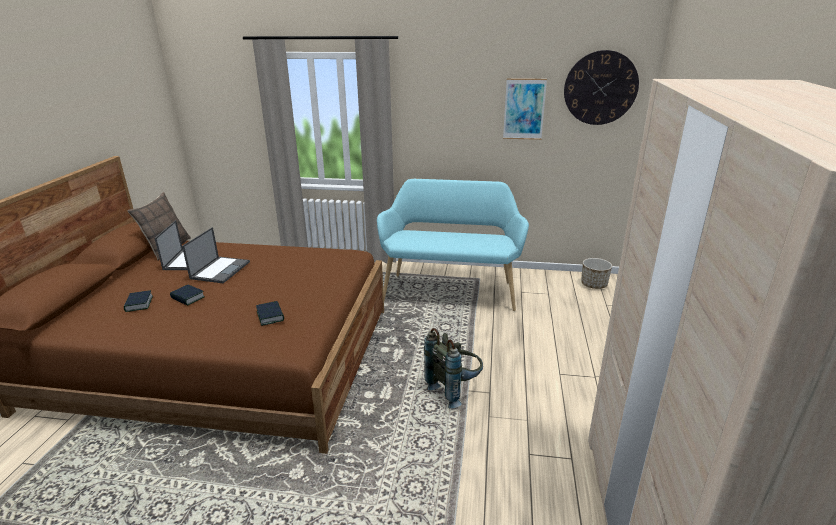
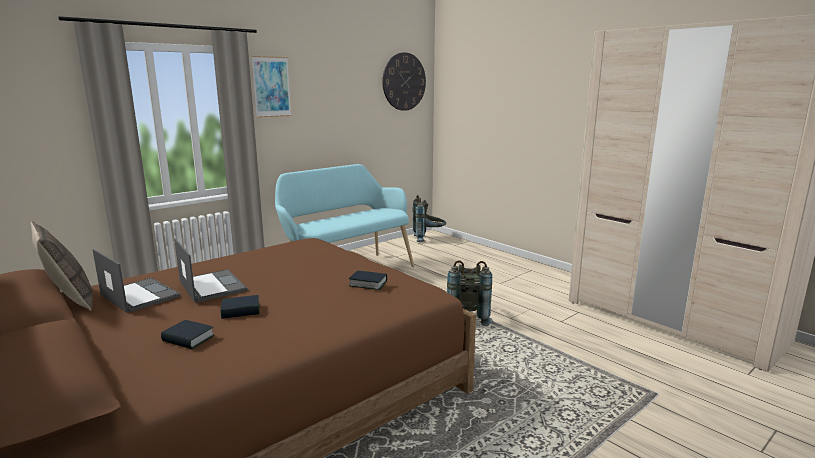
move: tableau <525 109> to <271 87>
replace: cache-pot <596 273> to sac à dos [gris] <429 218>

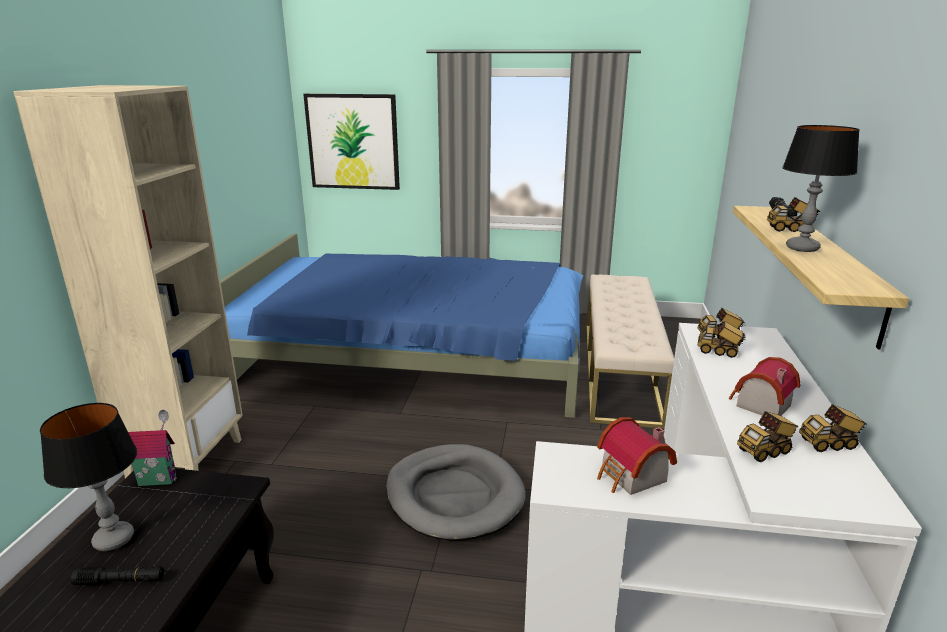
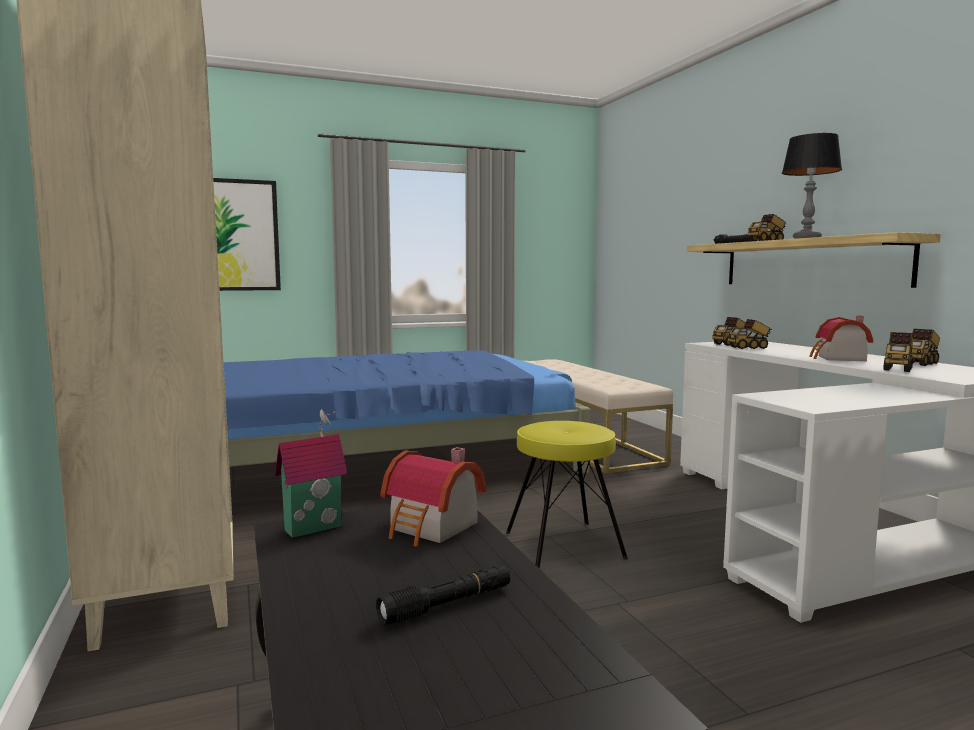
delete: lampe de table <88 477>
move: maison miniature <637 456> to <434 497>
replace: panier pour chien [gris] <456 492> to tabouret [jaune] <567 495>

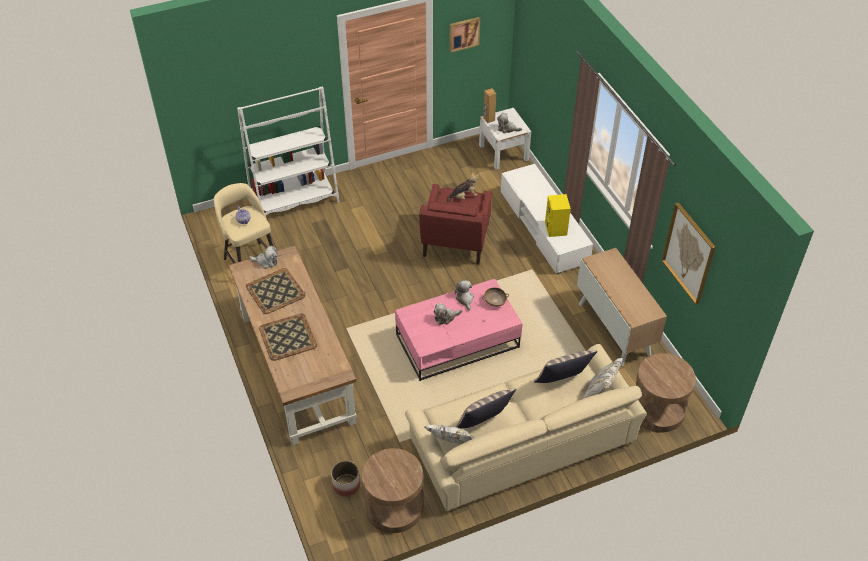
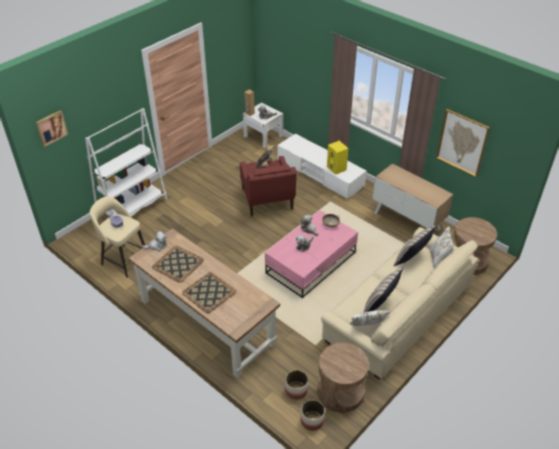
insert: cache-pot <313 415>
move: tableau <464 35> to <52 128>

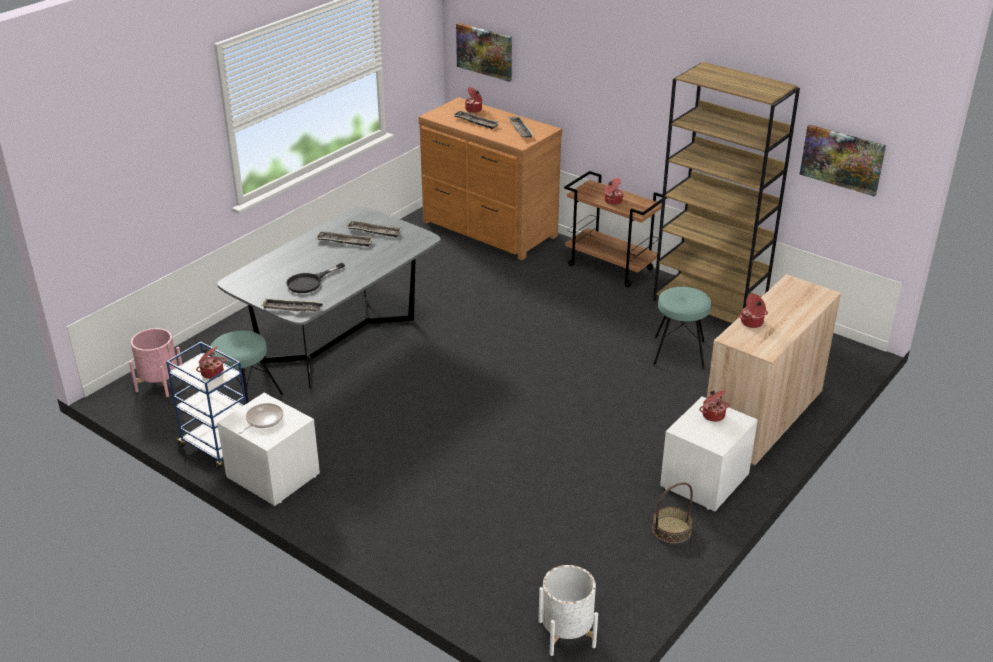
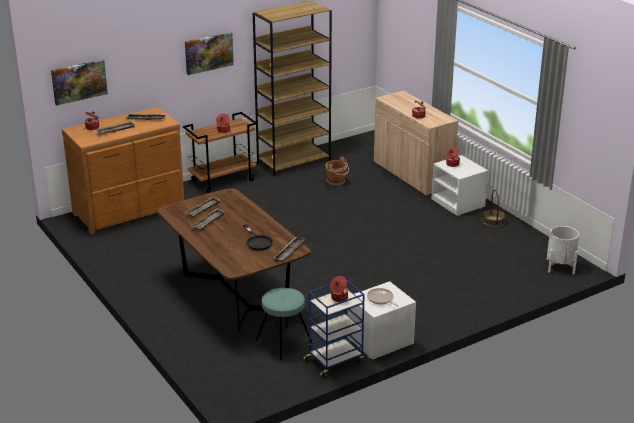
delete: cache-pot [rose] <155 362>
move: tableau <842 160> to <209 53>
replace: tabouret [turquoise] <682 328> to seau [marron] <337 171>
recolor: table à manger [gris] <329 298> to table à manger [marron] <234 259>

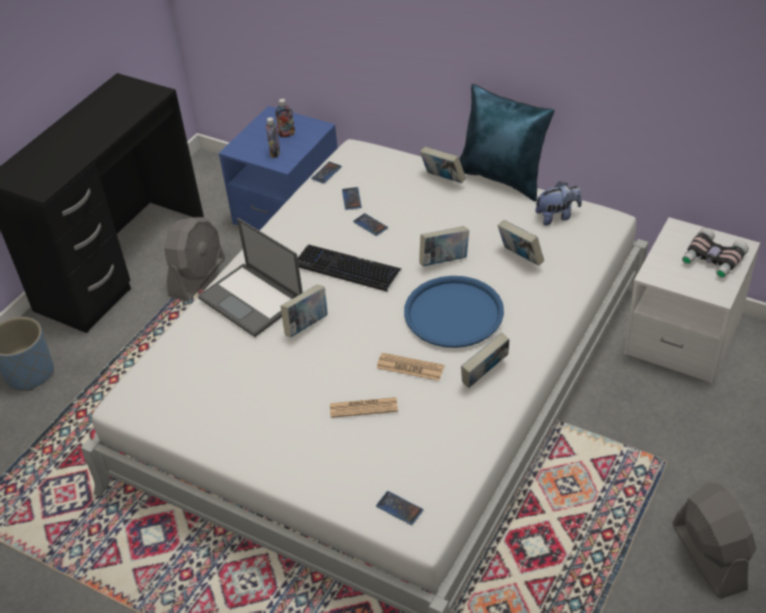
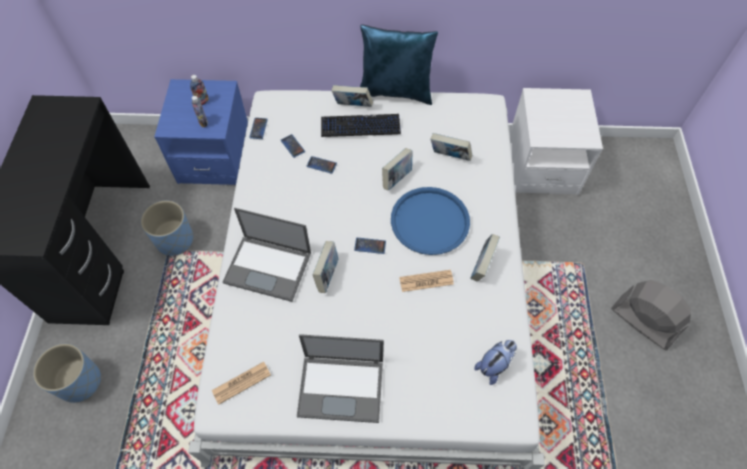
delete: jumelles <715 253>
insert: ordinateur portable <340 378>
move: journal <364 407> to <241 383>; clavier <349 268> to <361 125>; téléphone <399 508> to <370 246>; peluche <558 203> to <496 362>
replace: ventilateur [gris] <194 259> to cache-pot [bleu] <167 228>

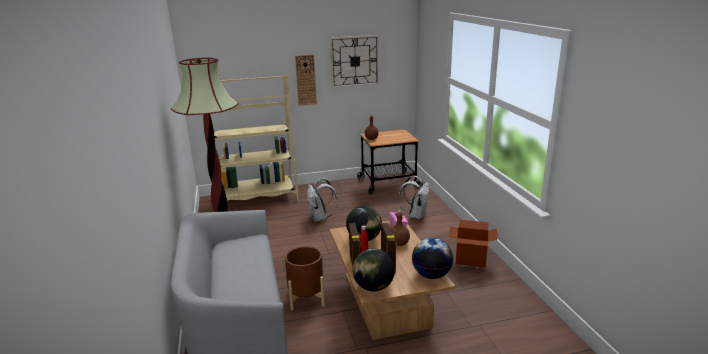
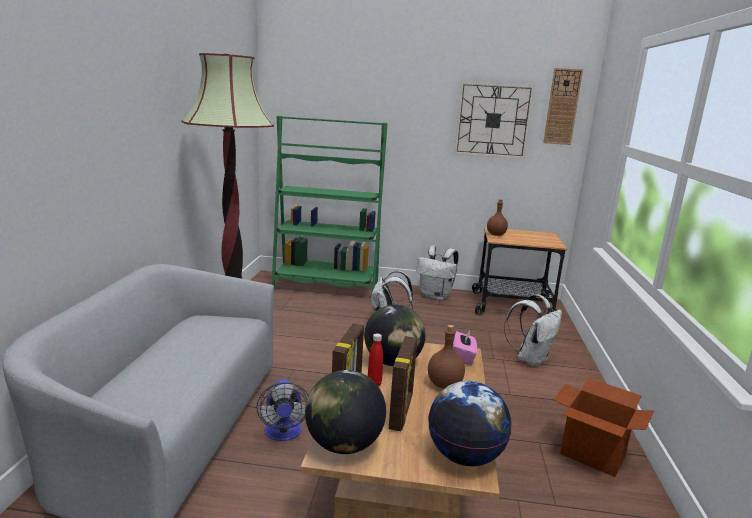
insert: sac à dos [blanc] <437 273>
move: horloge murale <306 80> to <563 106>
replace: cache-pot [marron] <305 278> to ventilateur <283 410>
recolor: bibliothèque [beige] <254 138> to bibliothèque [vert] <329 203>

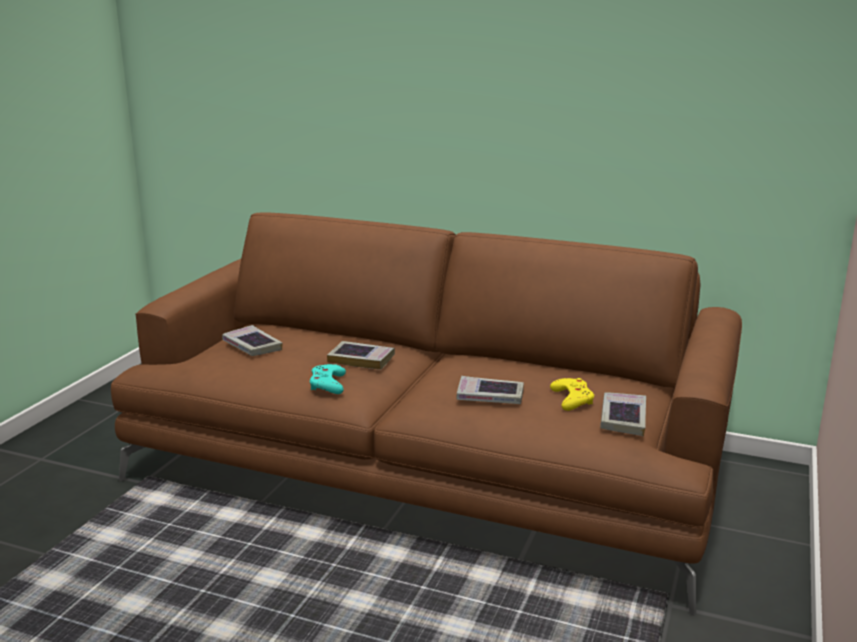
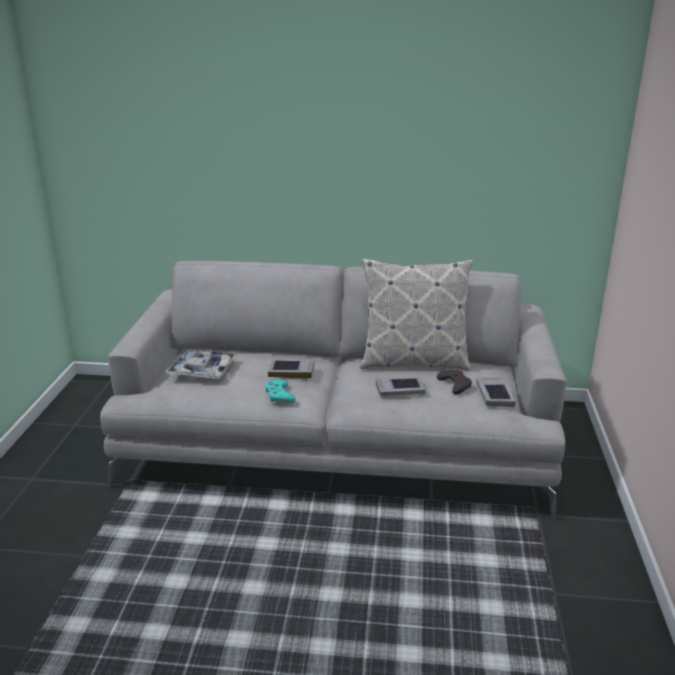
insert: coussin <416 315>
replace: livre <252 340> to plateau <201 364>
recolor: canapé [marron] <426 414> to canapé [gris] <333 390>; manette [jaune] <572 394> to manette [gris] <454 382>

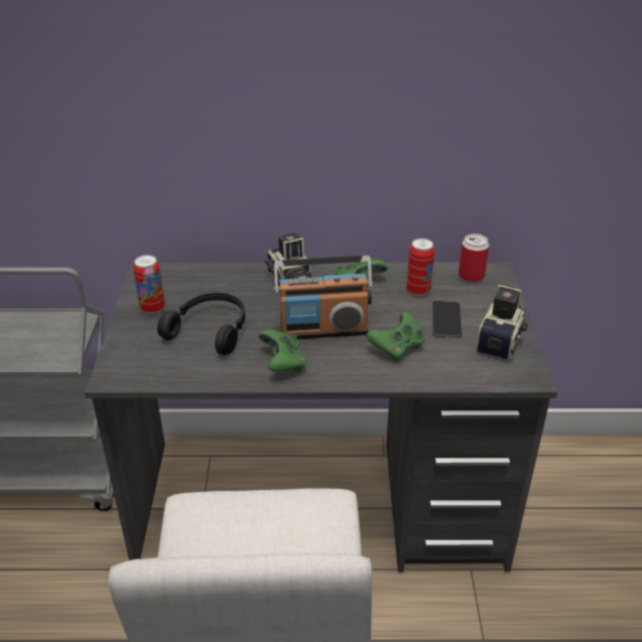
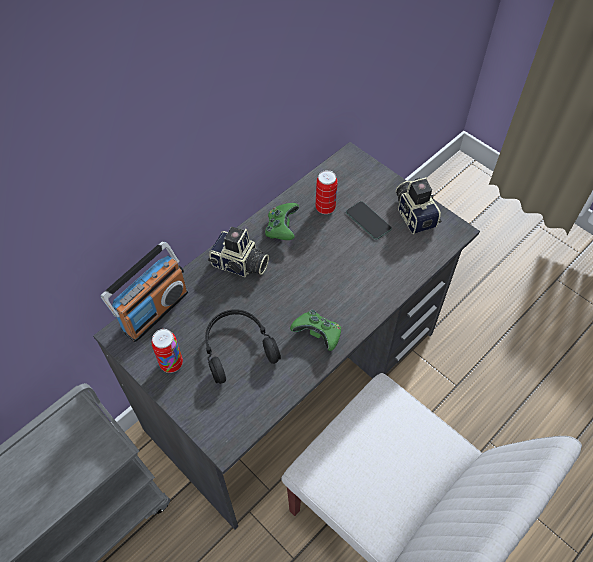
delete: manette [vert] <395 336>; boîte métallique <473 258>
move: radio <323 297> to <144 291>

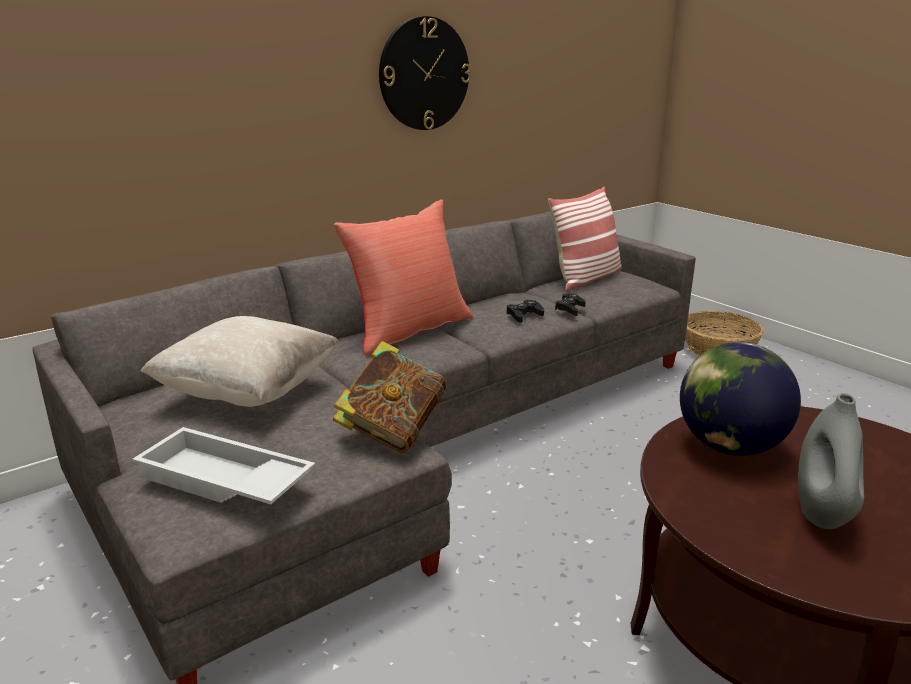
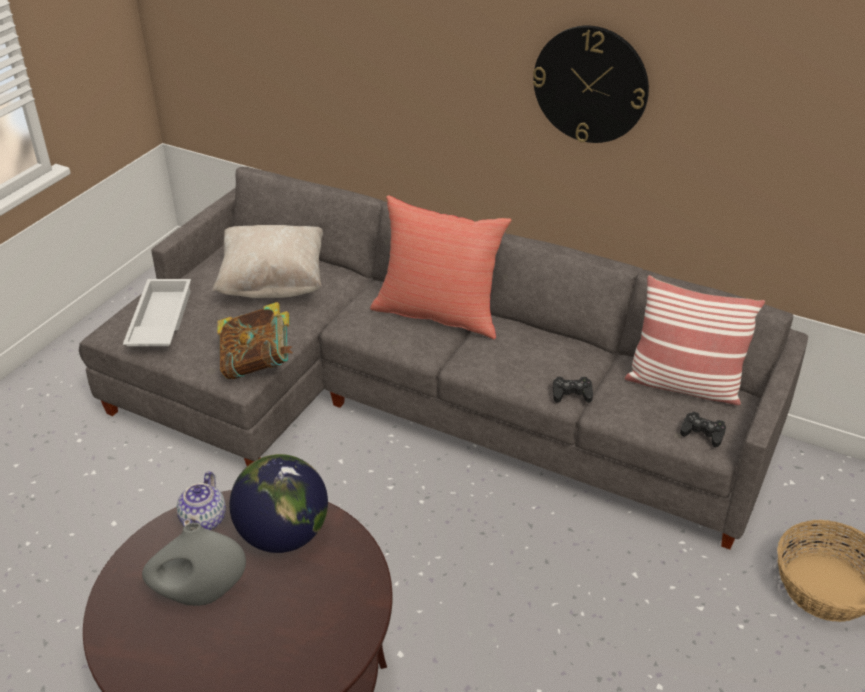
insert: théière <201 500>
move: manette [noir] <525 311> to <703 430>

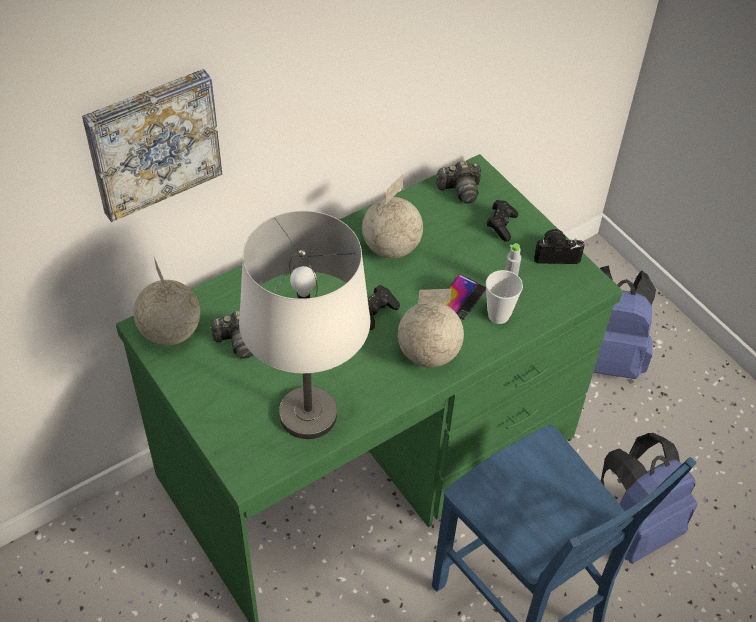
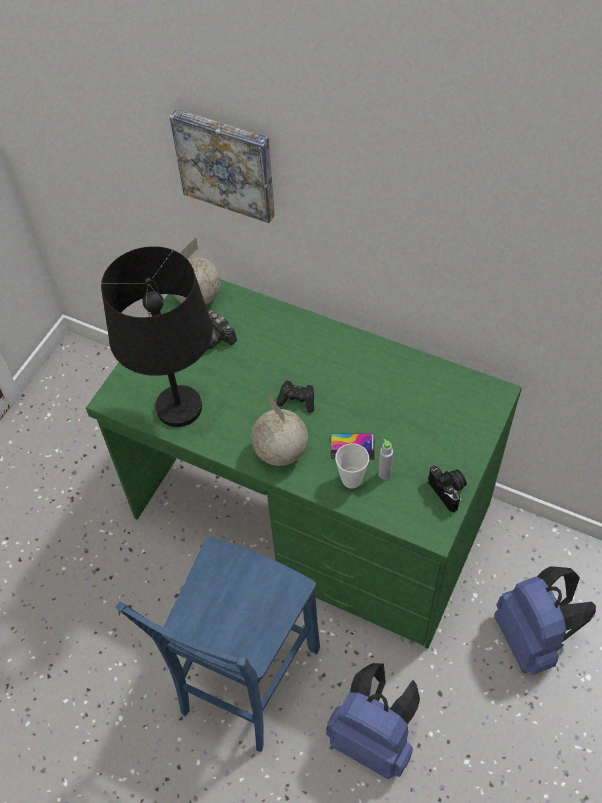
delete: globe <392 215>; appareil photo <458 182>; manette [noir] <502 221>
recolor: lampe de table [blanc] <304 325> to lampe de table [noir] <157 336>

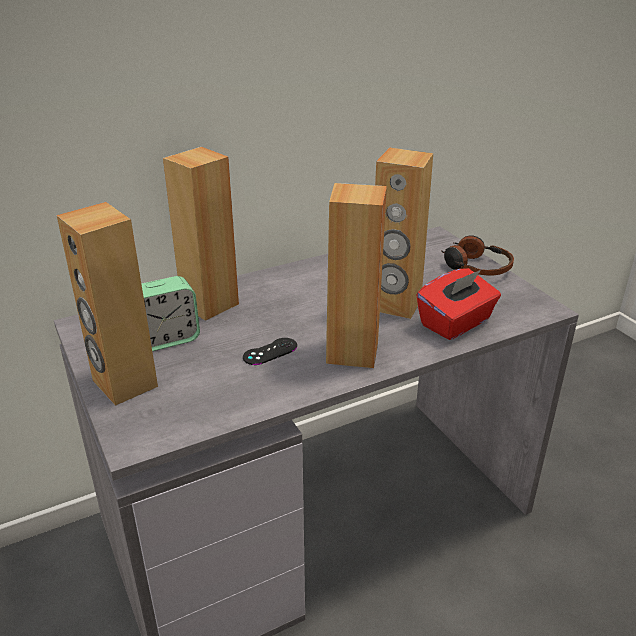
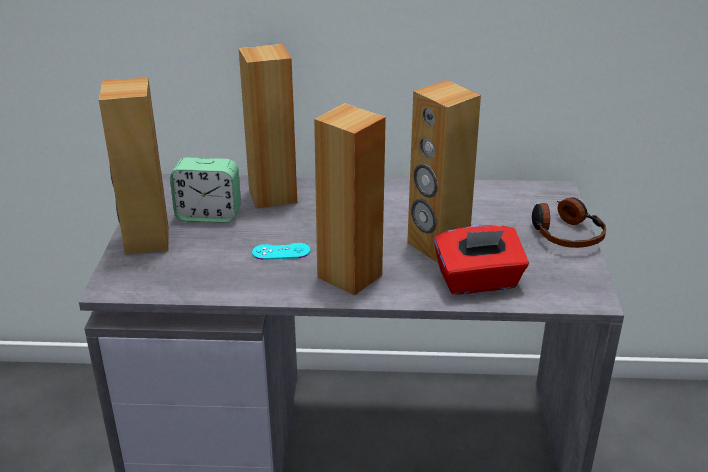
recolor: manette [noir] <270 351> to manette [turquoise] <281 251>

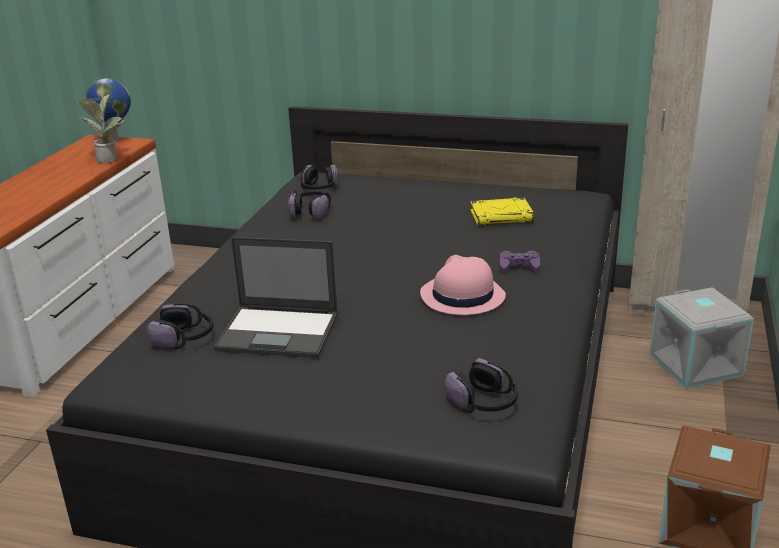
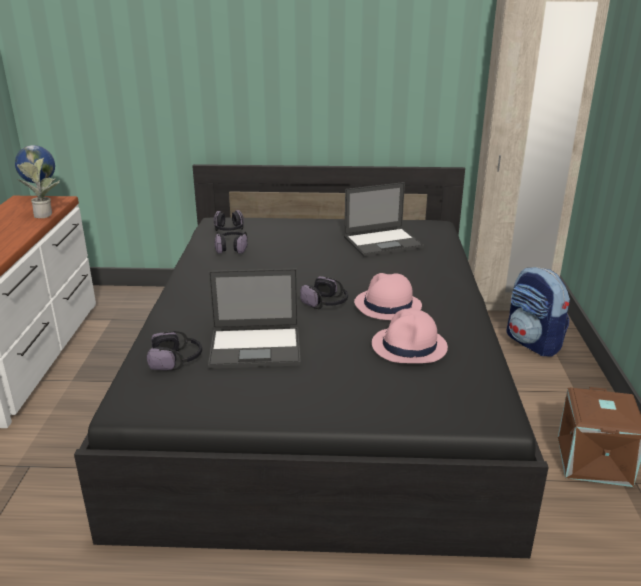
delete: manette [violet] <520 262>
insert: chapeau [rose] <410 336>
move: casque audio <481 386> to <324 292>
replace: livre [jaune] <502 211> to ordinateur portable <384 219>; boîte de rangement [gris] <701 338> to sac à dos <538 312>

